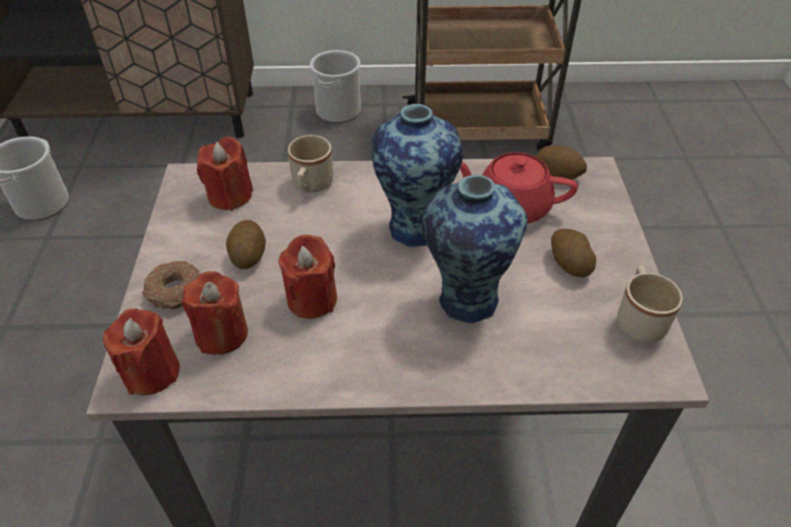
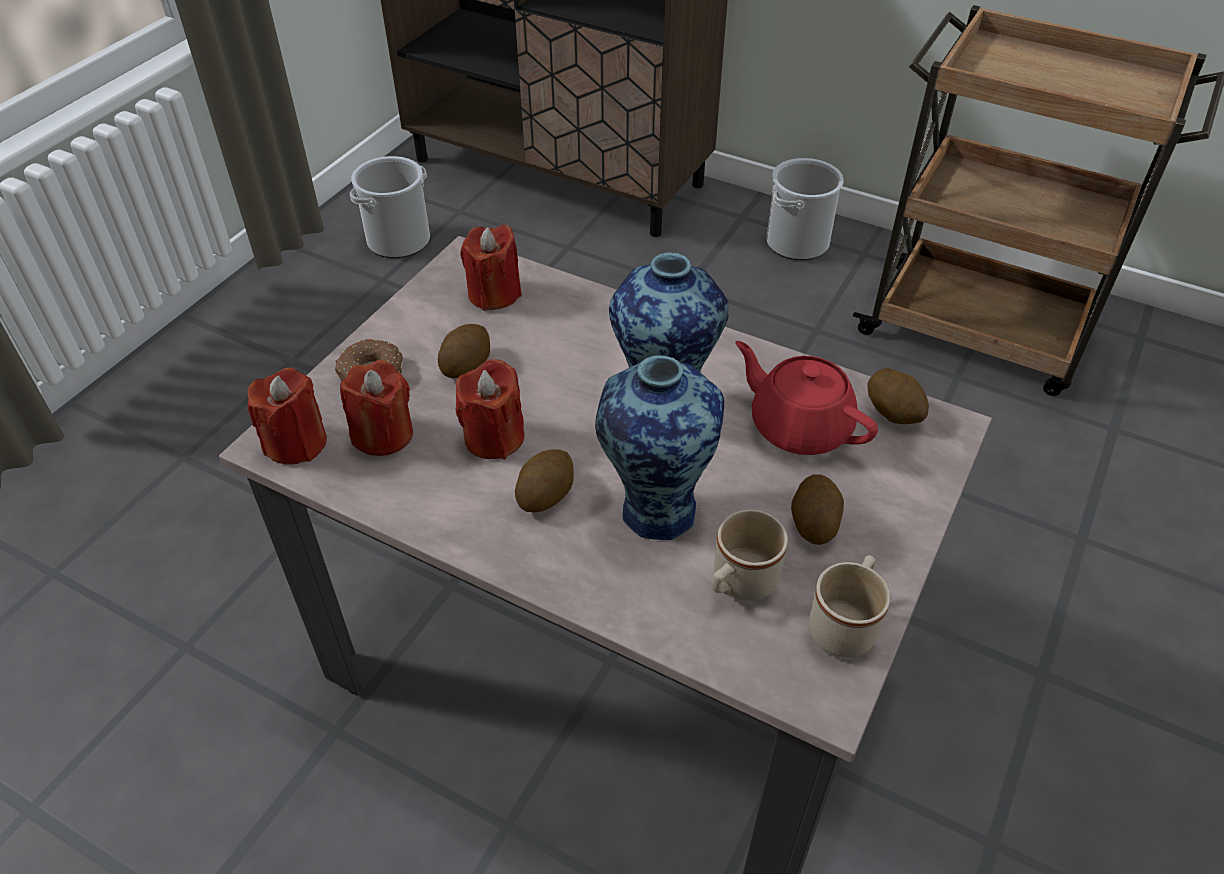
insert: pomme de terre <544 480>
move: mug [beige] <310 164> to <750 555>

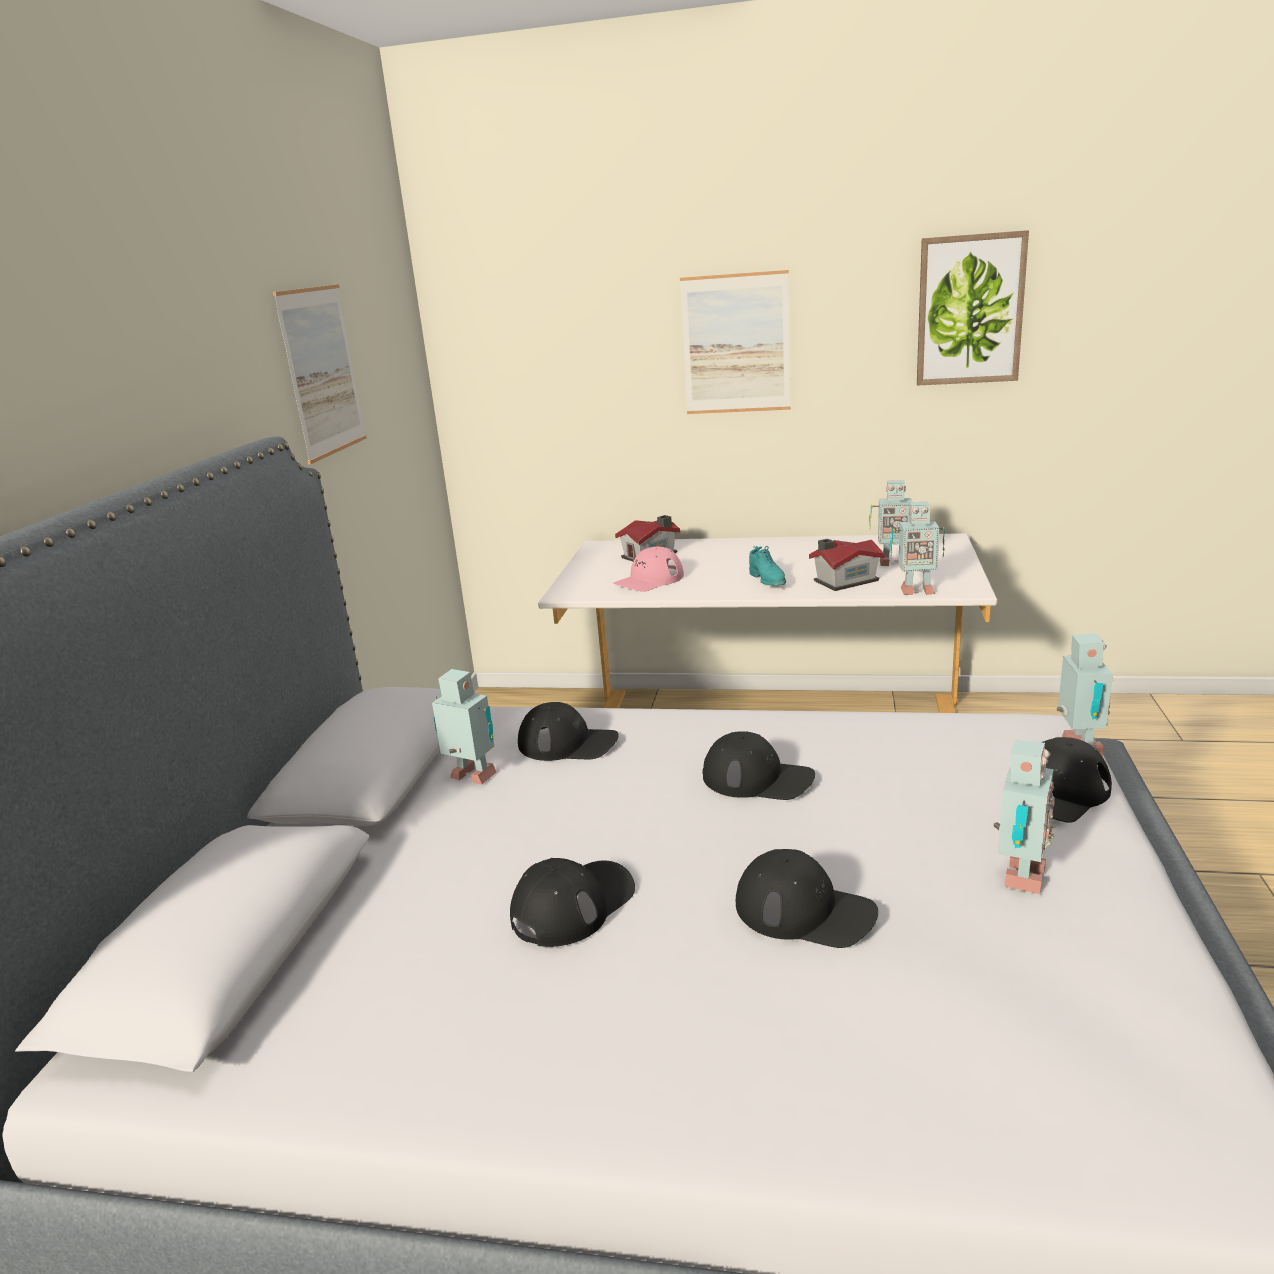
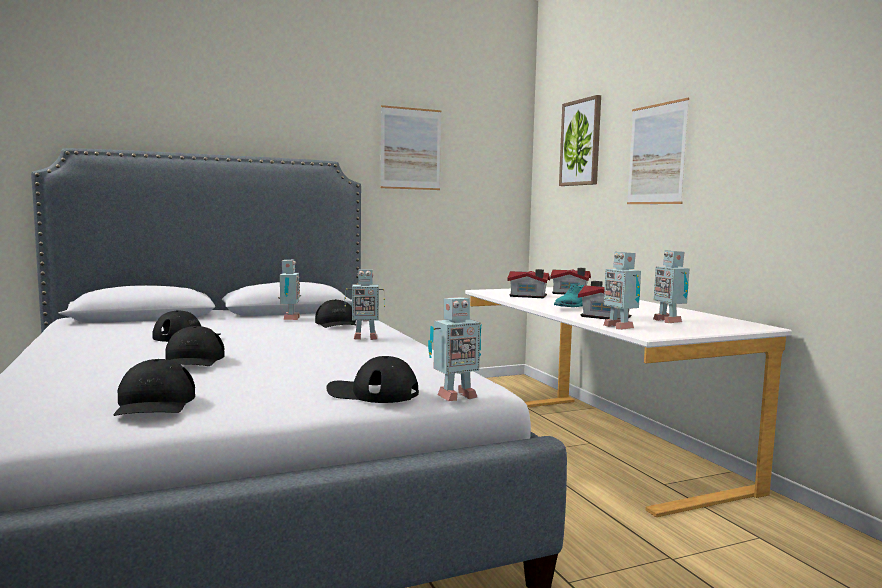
move: casquette [noir] <758 765> to <154 387>; robot jouet <1024 817> to <365 304>; tableau <973 307> to <580 140>
replace: casquette [rose] <649 569> to maison miniature <528 283>

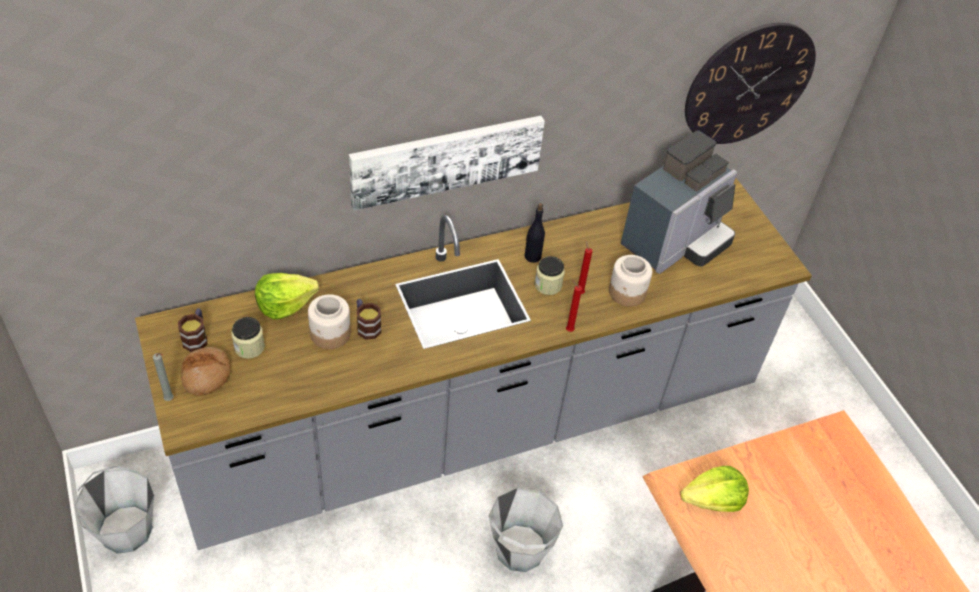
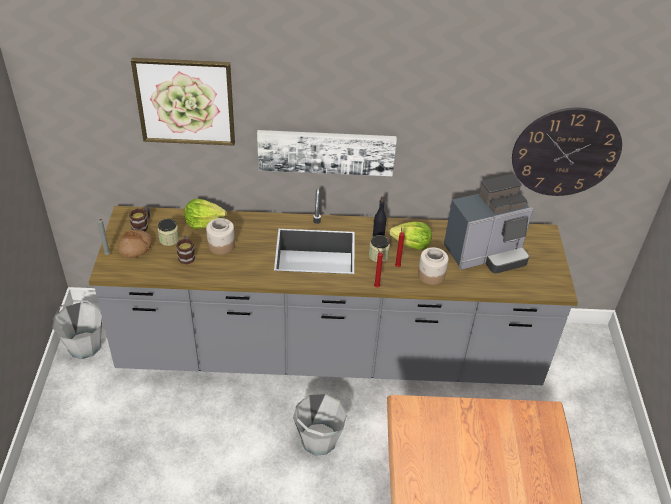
insert: tableau <183 102>
move: mug <369 319> to <185 250>; laitue <715 489> to <410 236>

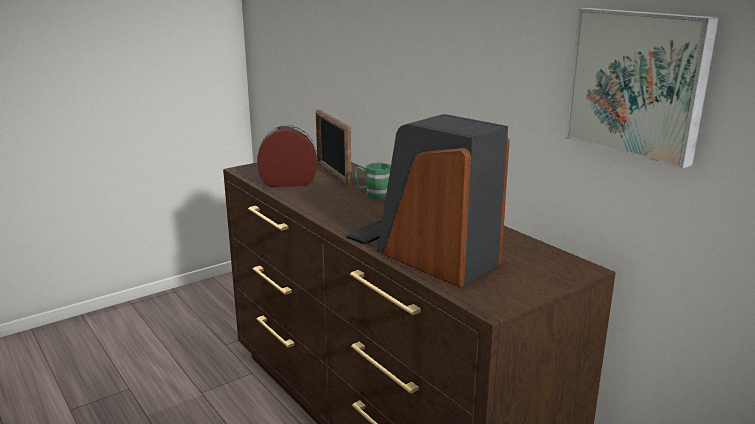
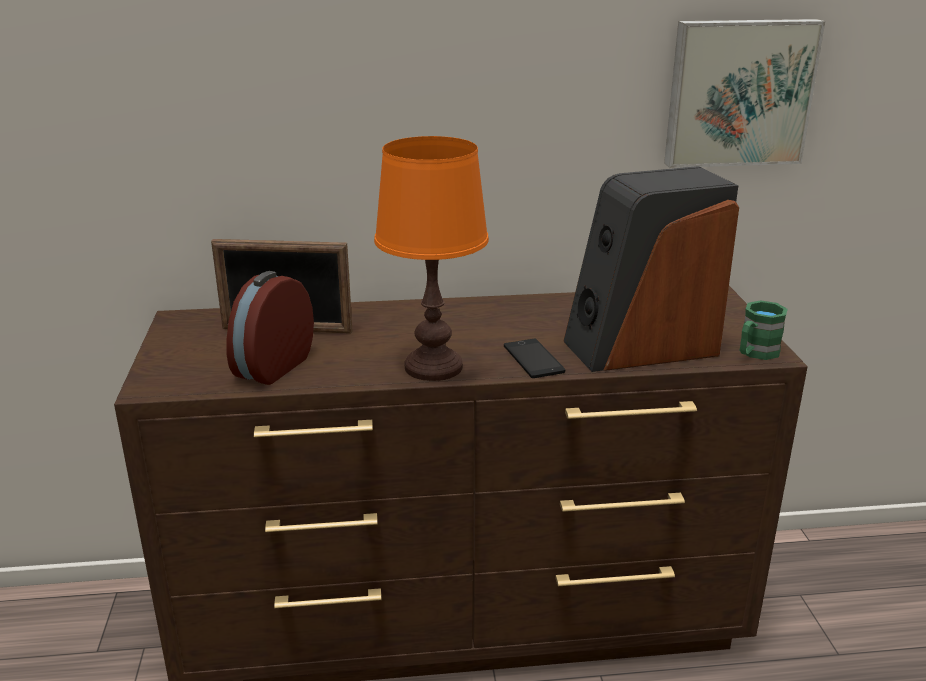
insert: lampe de table [orange] <431 258>
move: mug [vert] <372 181> to <763 330>

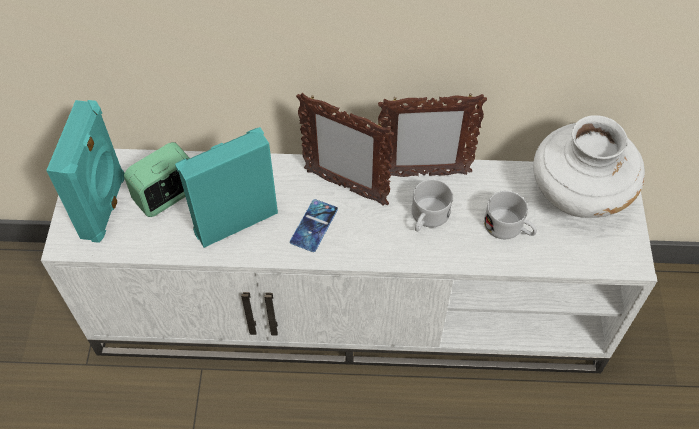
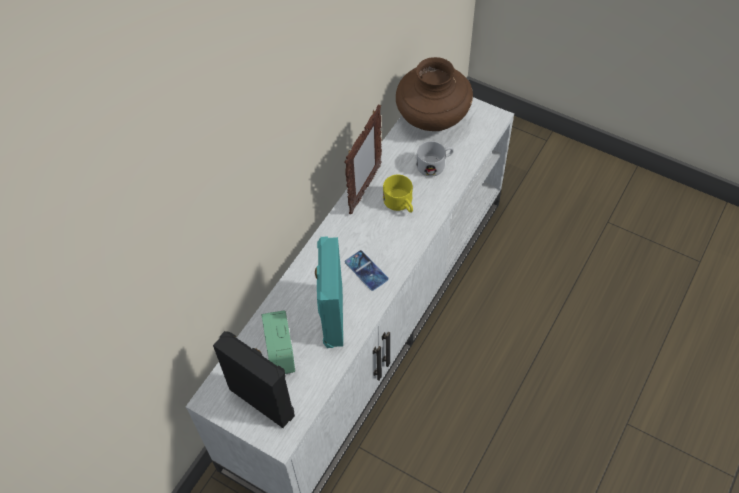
delete: cadre photo <345 149>
recolor: enceinte [turquoise] <85 171> to enceinte [noir] <254 379>; mug [blanc] <432 205> to mug [jaune] <398 194>; vase [blanc] <589 166> to vase [marron] <434 94>

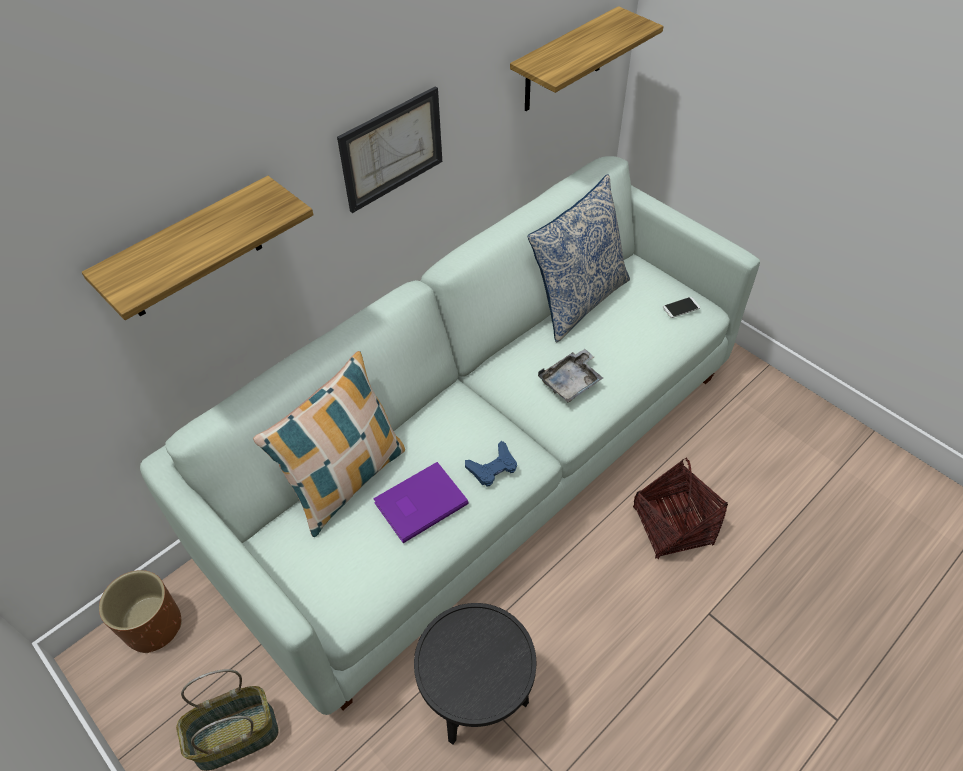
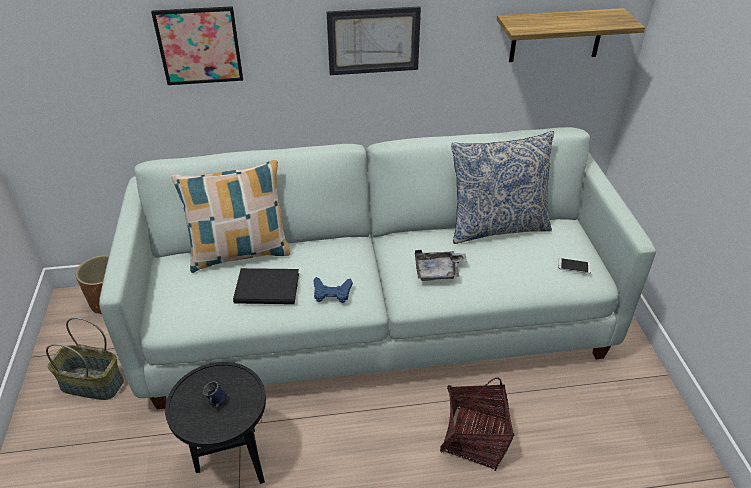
insert: mug [bleu] <215 394>
replace: étagère <197 248> to tableau <197 45>
recolor: livre [violet] <420 502> to livre [noir] <266 286>

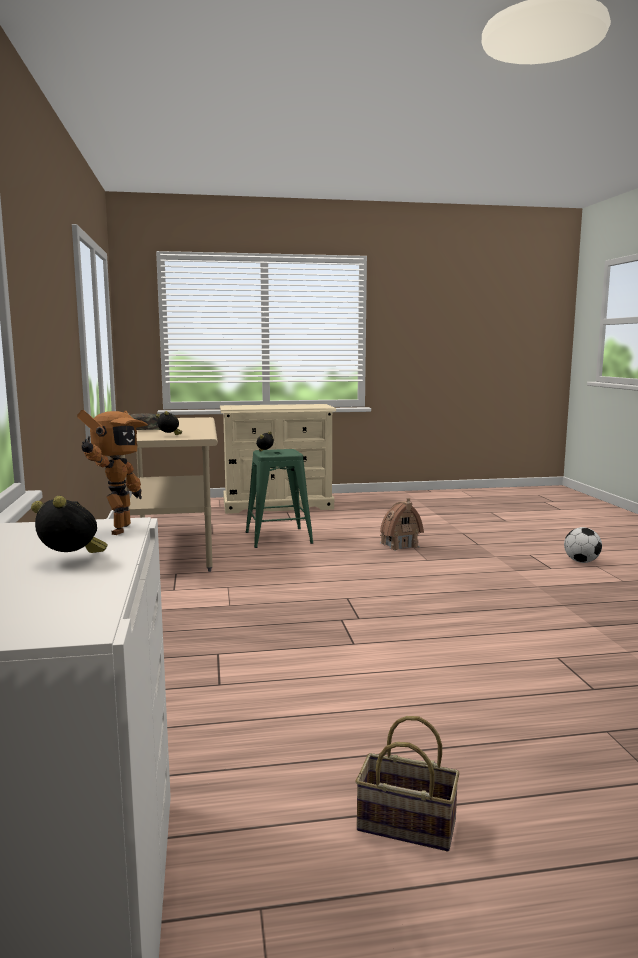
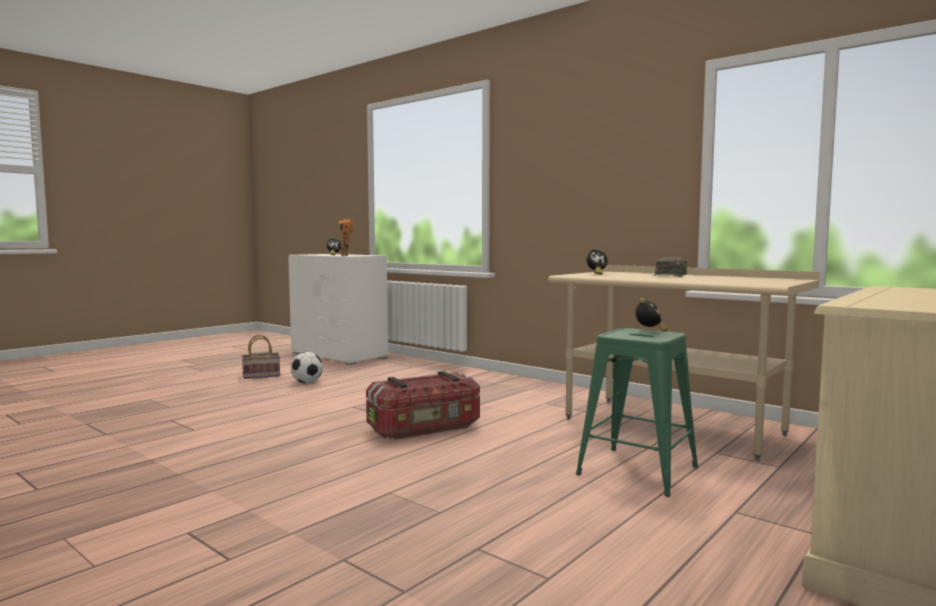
delete: maison miniature <402 524>
insert: boîte de rangement <423 405>
move: ballon de foot <583 545> to <307 367>

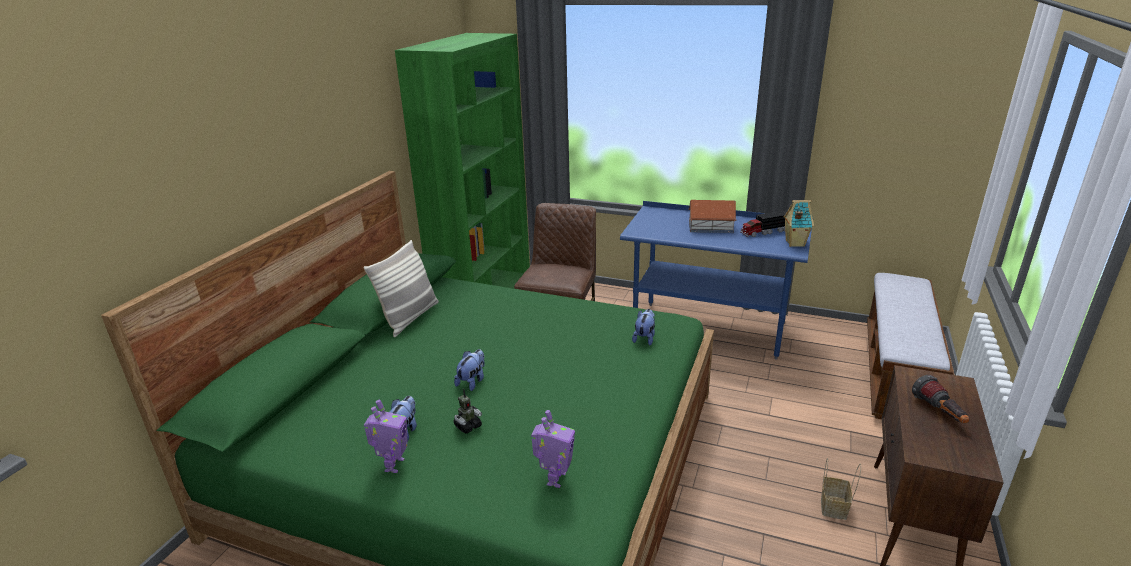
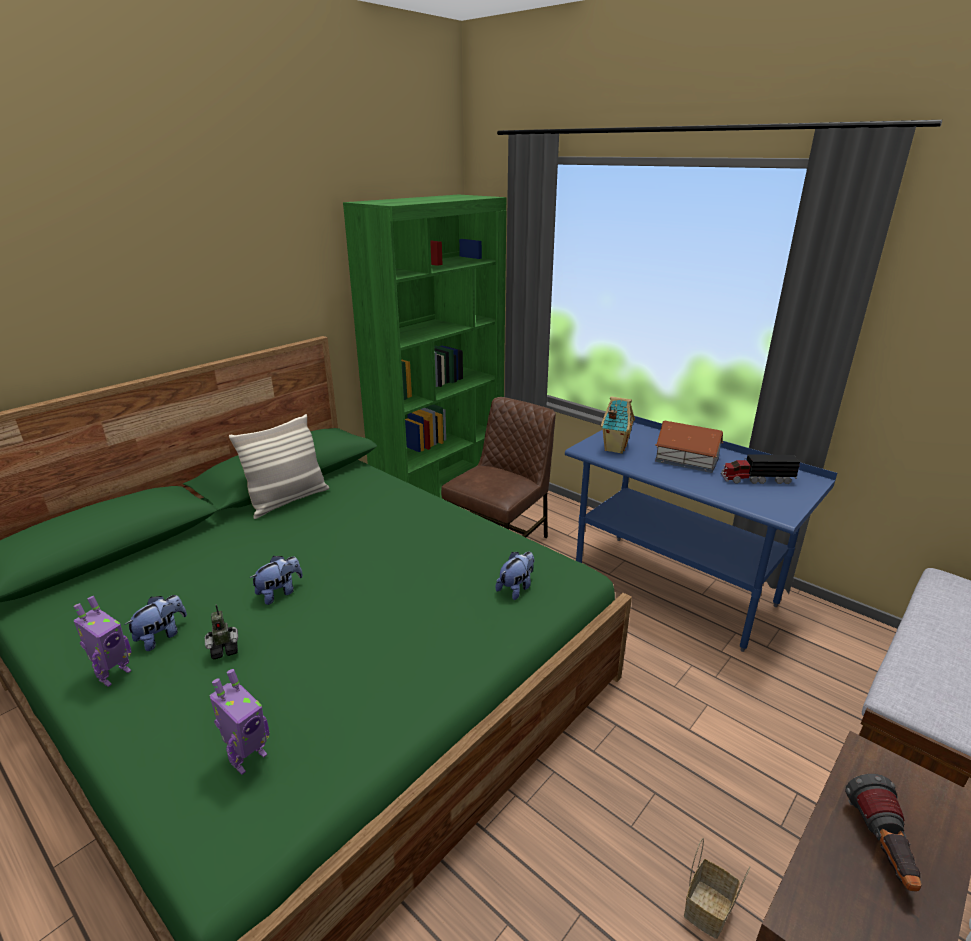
move: maison miniature <799 223> to <618 425>

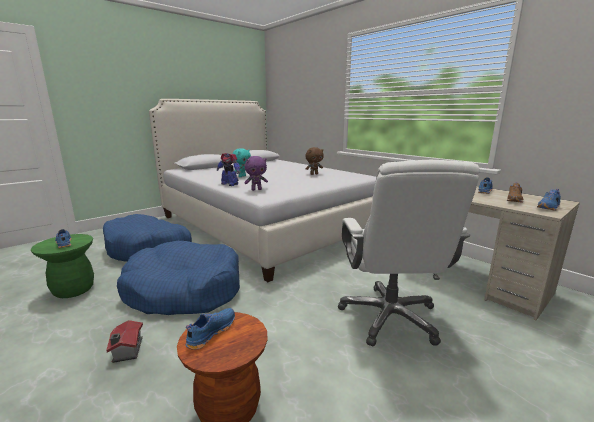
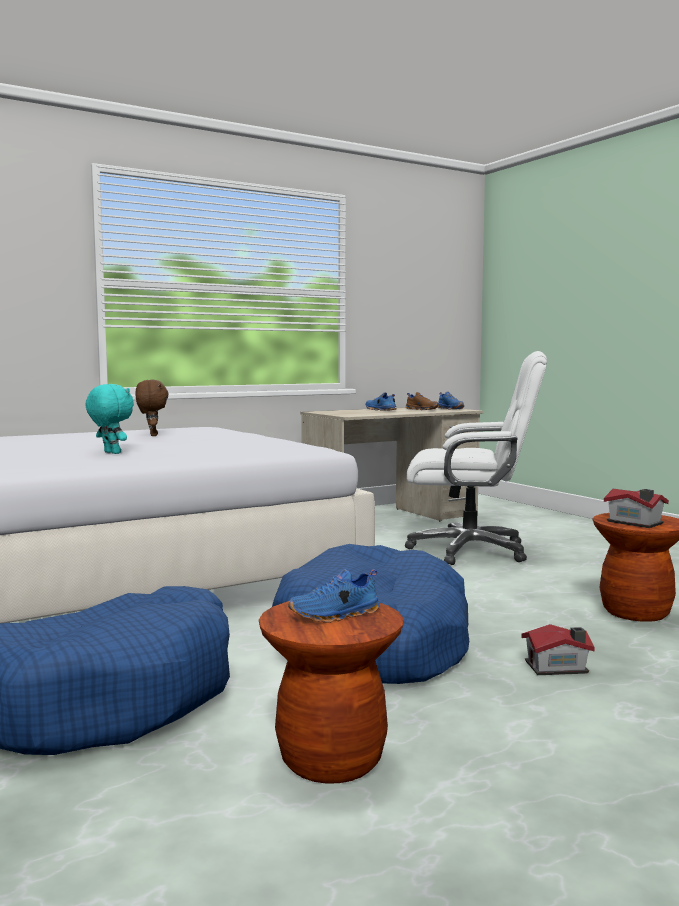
delete: robot jouet <228 169>; peluche [violet] <256 173>
replace: chaussure [bleu] <210 329> to maison miniature <636 508>
recolor: tabouret [vert] <62 266> to tabouret [marron] <331 692>

